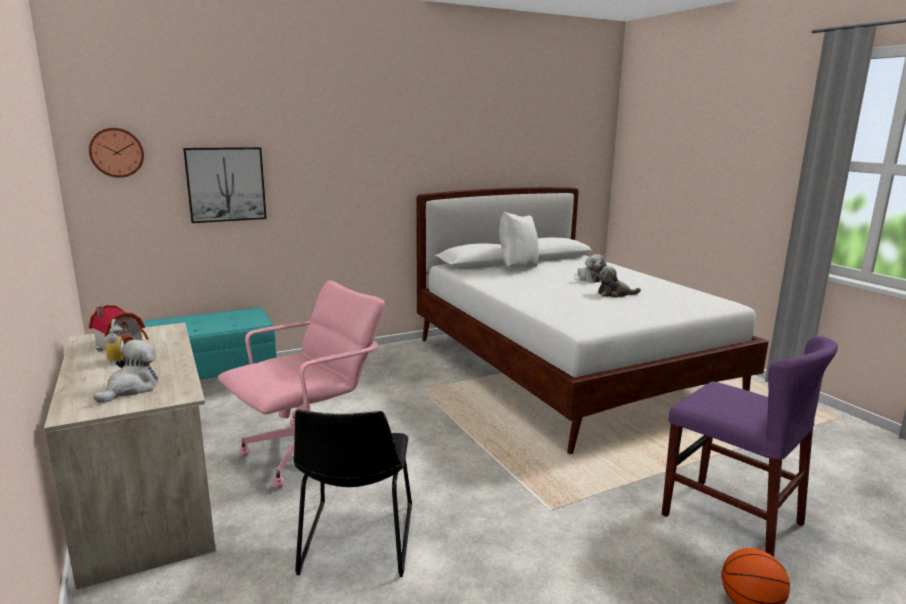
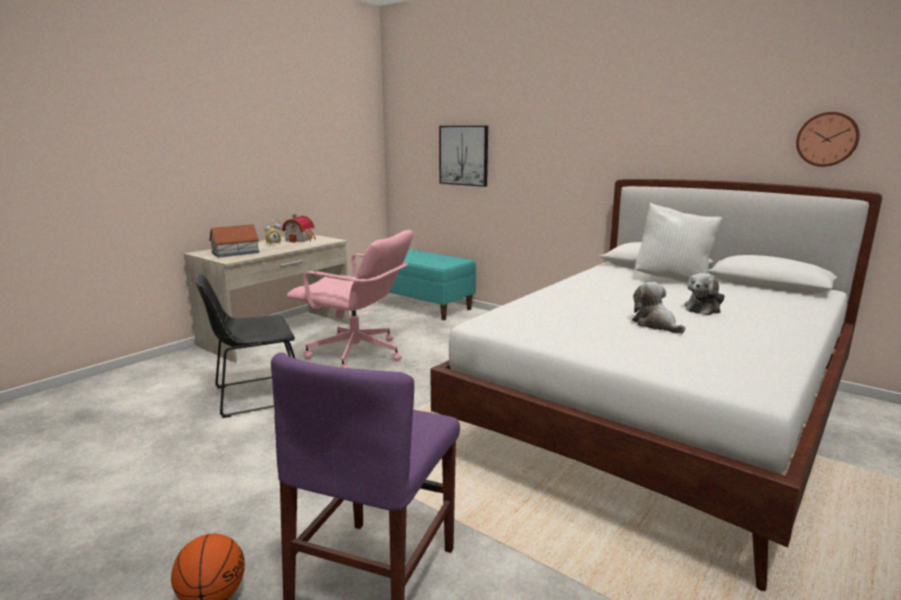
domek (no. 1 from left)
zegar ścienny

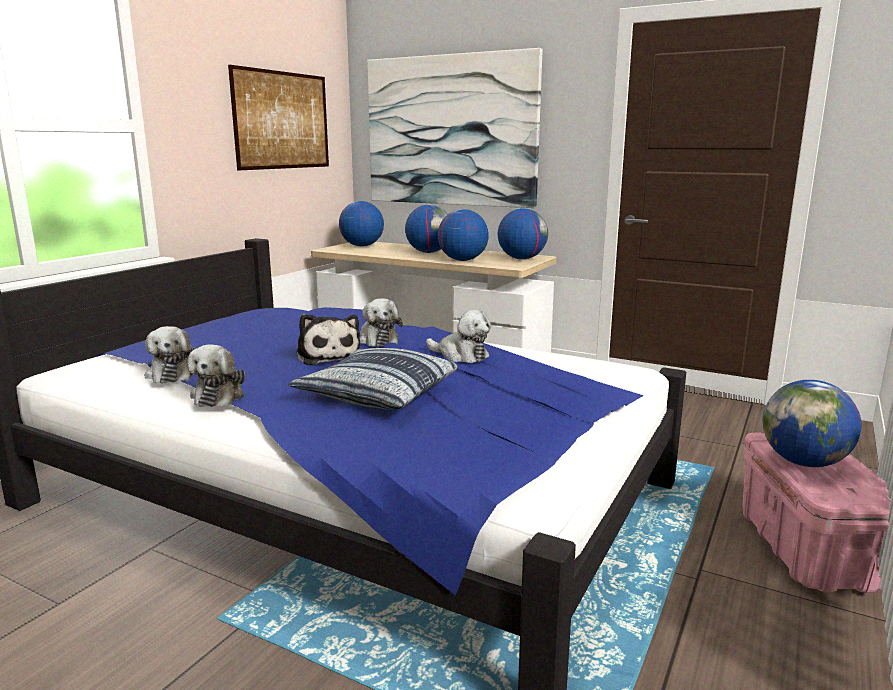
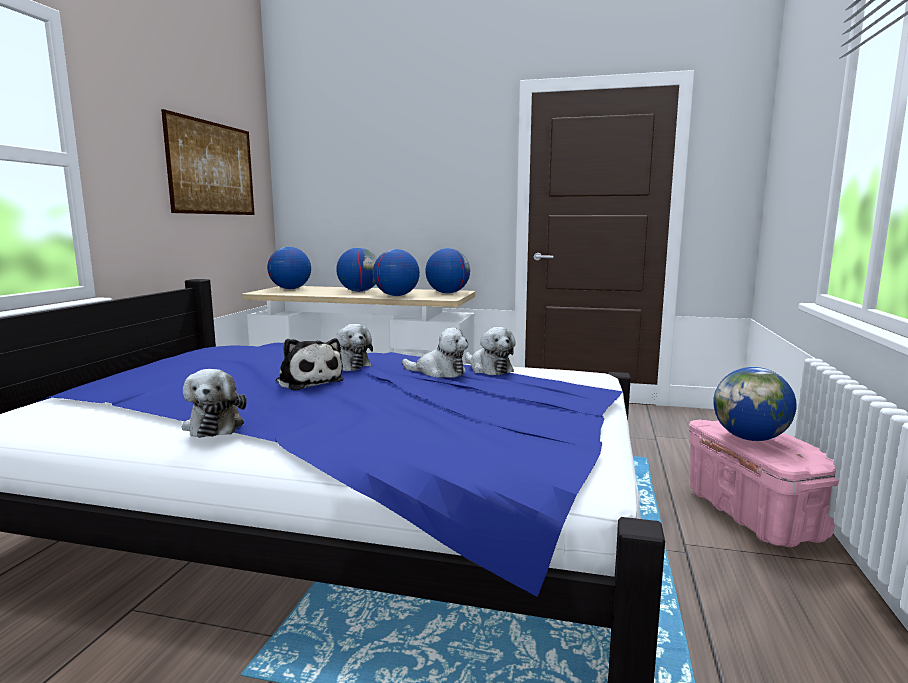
pluszak (no. 5 from left)
poduszka
obraz (no. 2 from left in the first image)

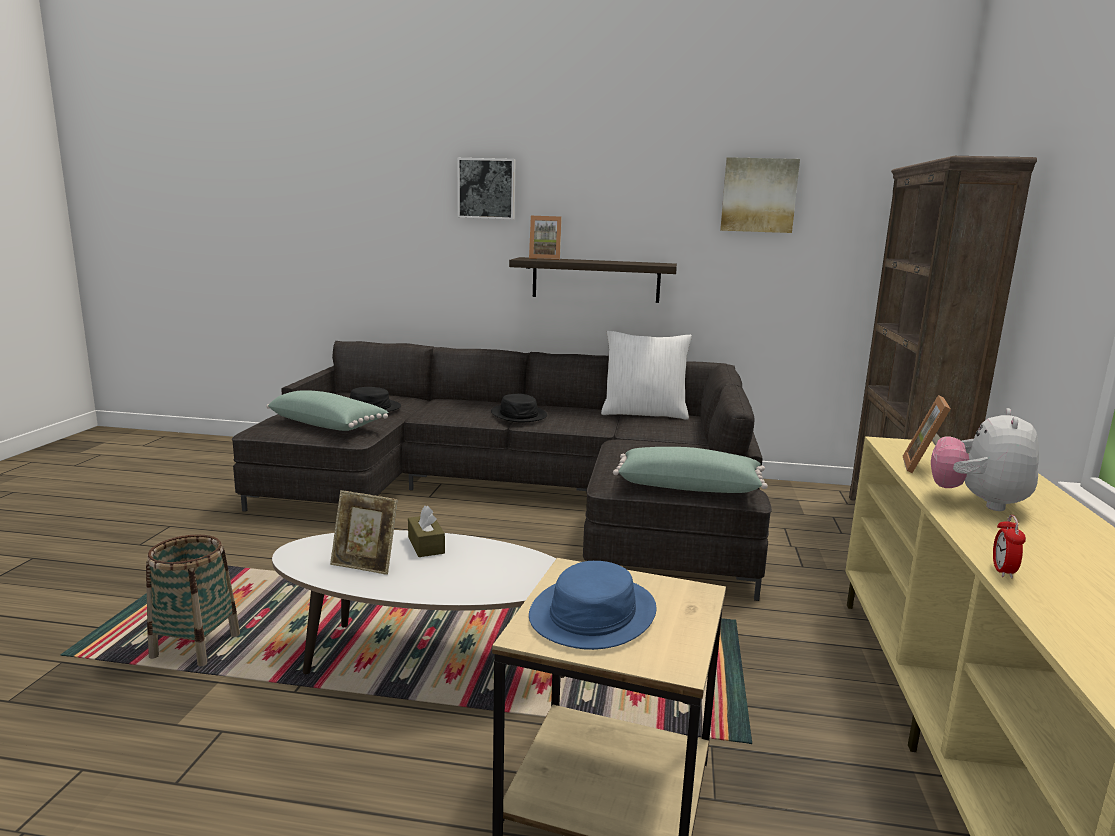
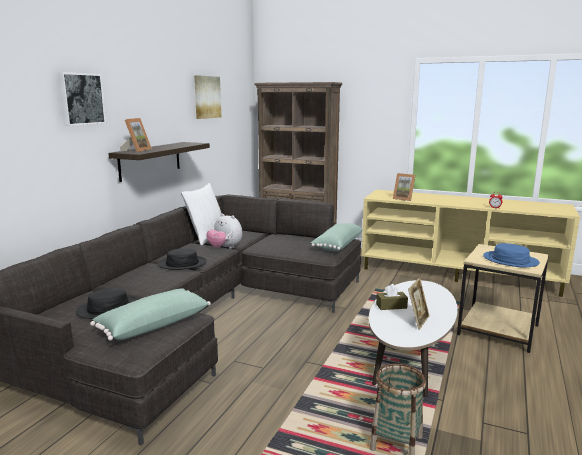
pluszak

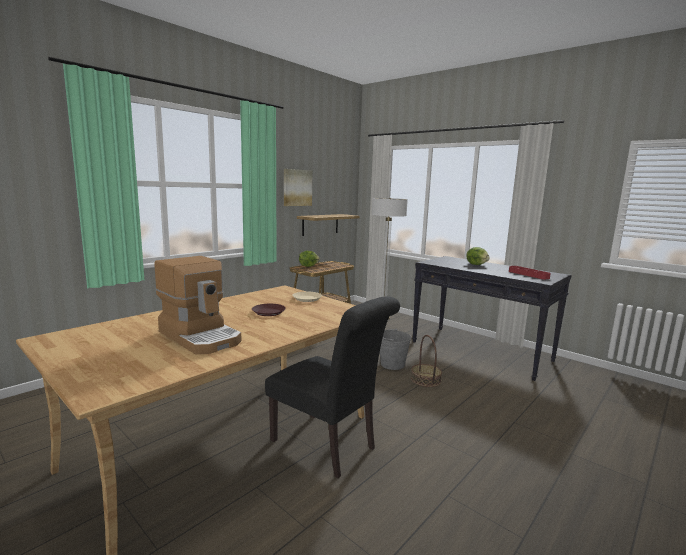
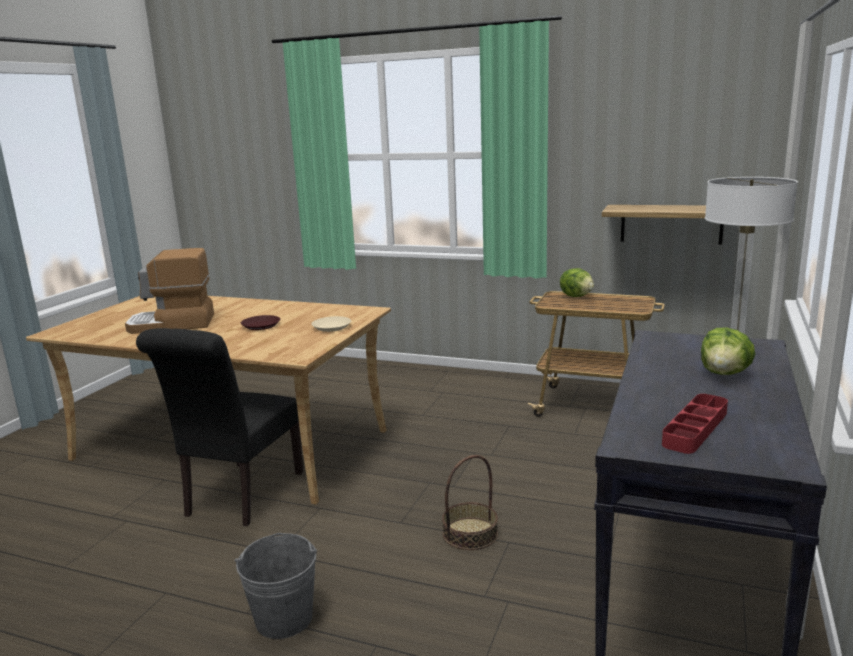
ekspres do kawy
wiadro (szary)
obraz

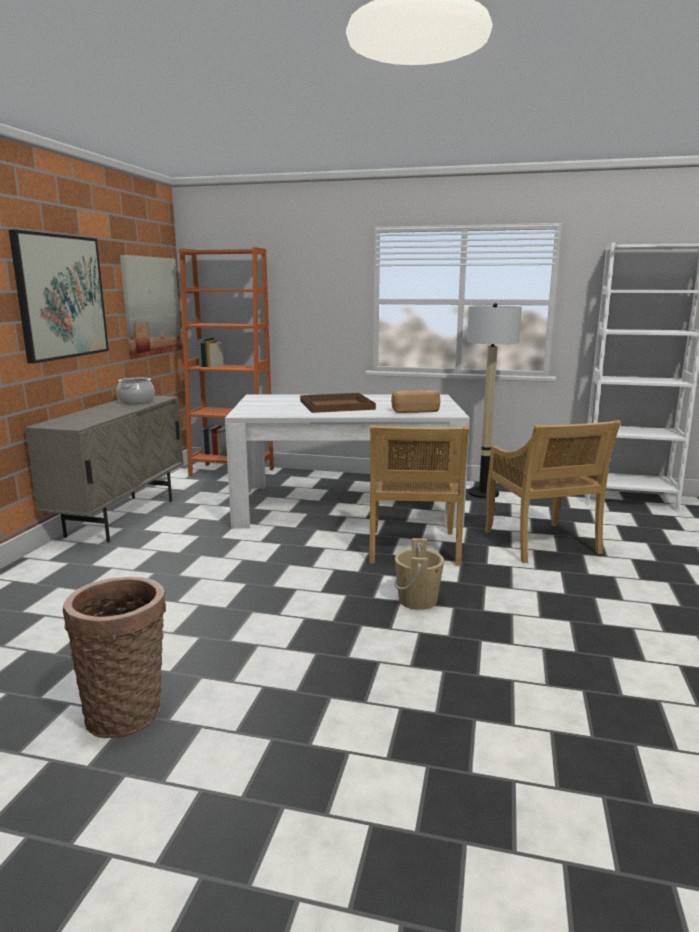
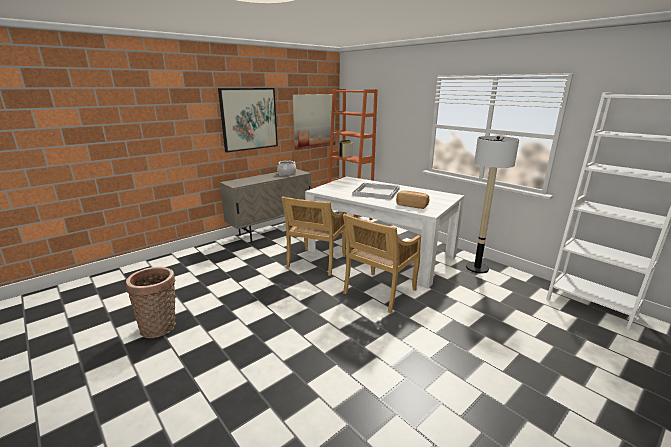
krzesło (beżowy) (no. 1 from left)
taca (biały)
wiadro (beżowy)

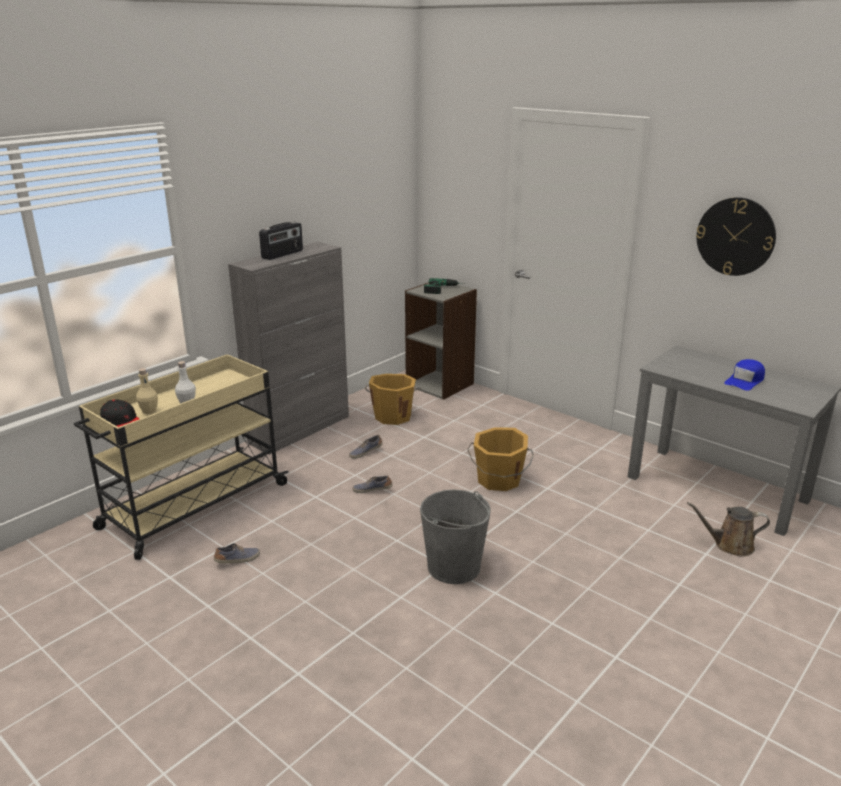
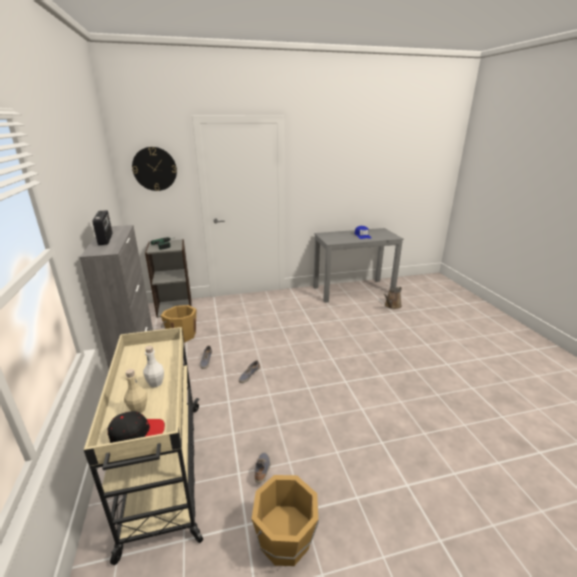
zegar ścienny
wiadro (pomarańczowy) (no. 2 from left)
wiadro (szary)

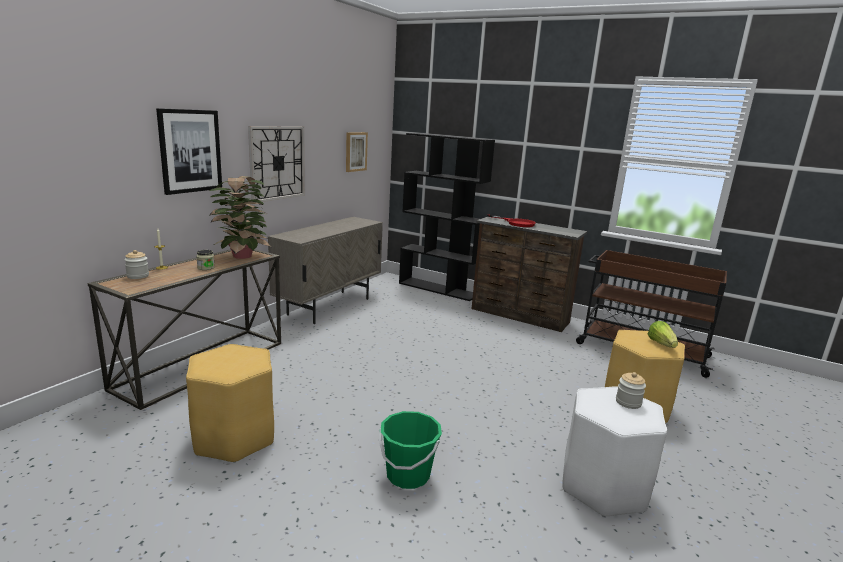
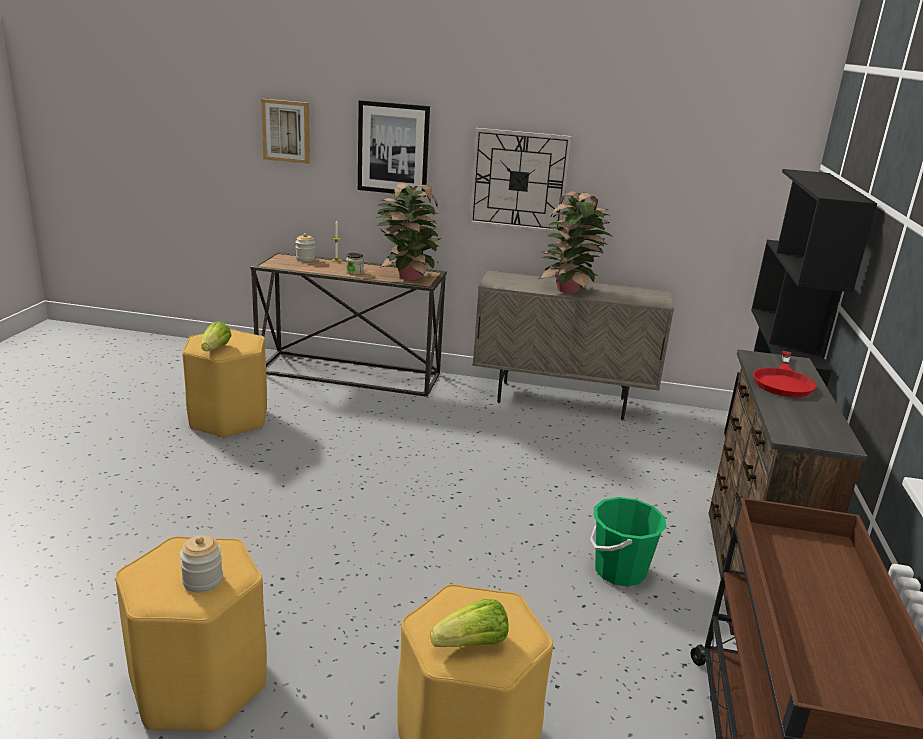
stołek (żółty) (no. 1 from left)
sałata (no. 1 from left)
obraz (no. 1 from left)
roślina doniczkowa (no. 2 from left)
wiadro (zielony)

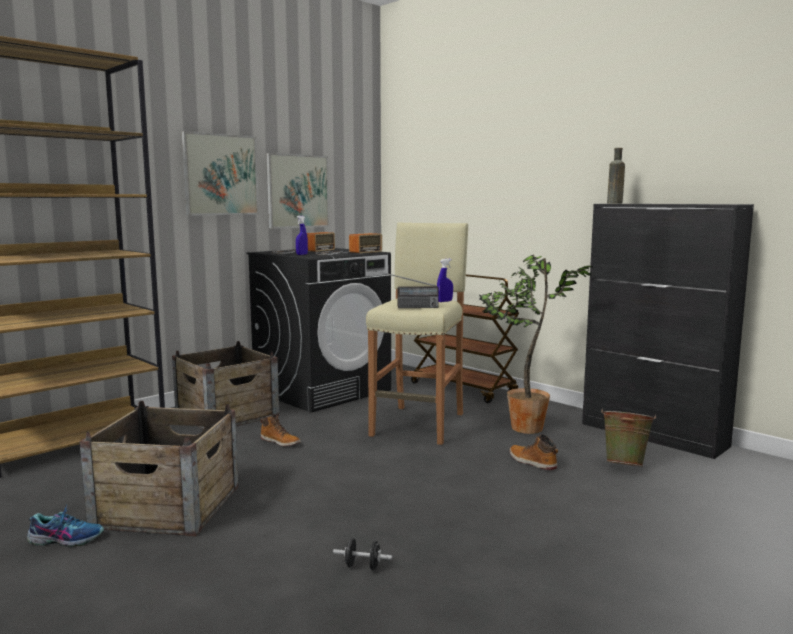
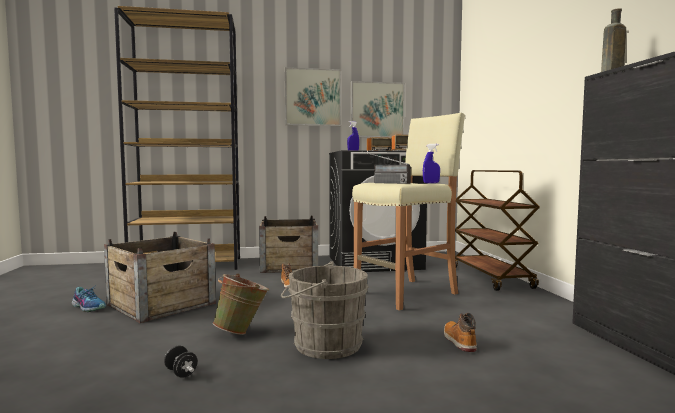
wiadro (zielony)
wiadro (szary)
roślina doniczkowa

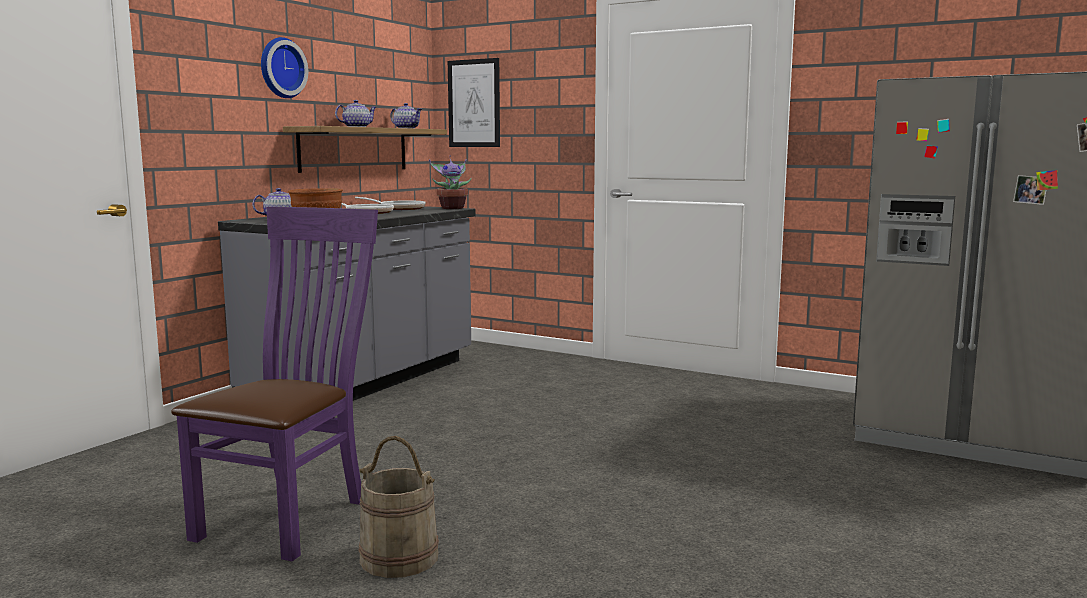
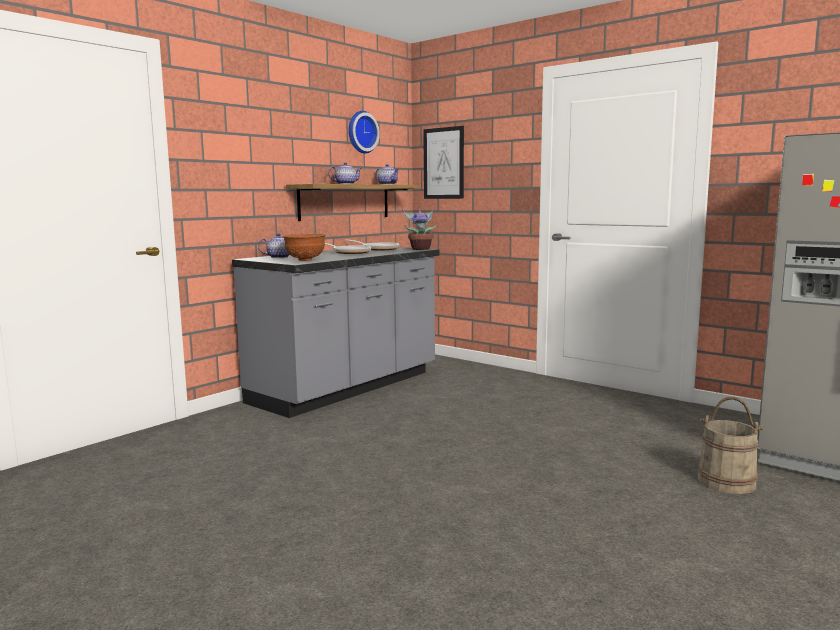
zegar ścienny
wiadro (beżowy)
krzesło (fioletowy)

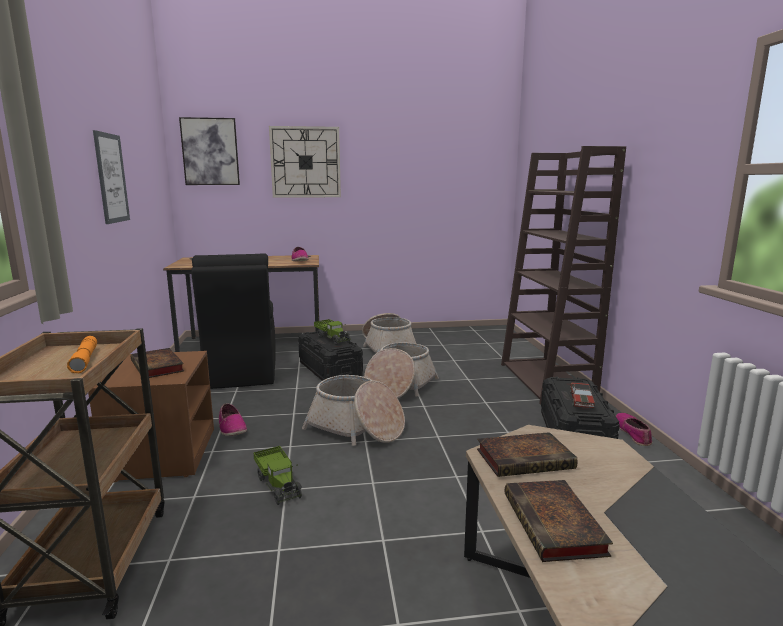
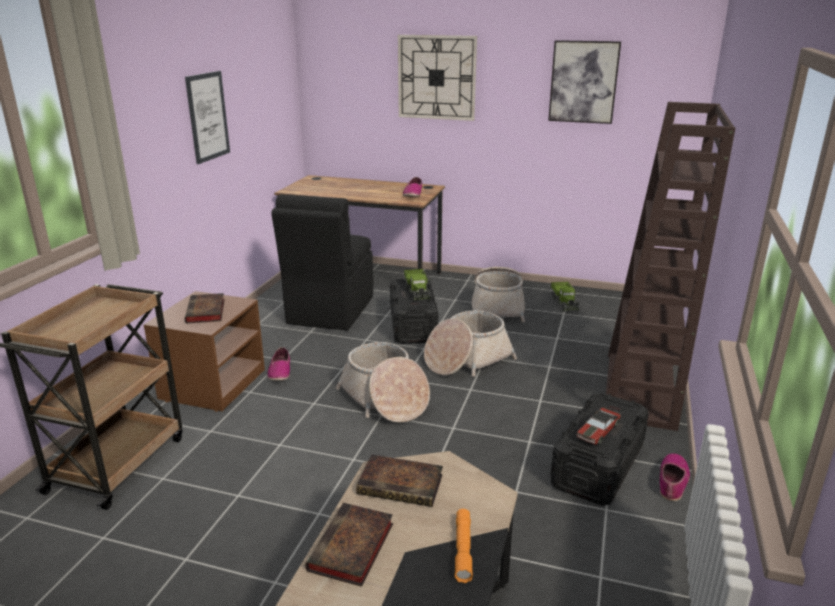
latarka (pomarańczowy)
obraz (no. 2 from left)
ciężarówka zabawkowa (no. 2 from left)

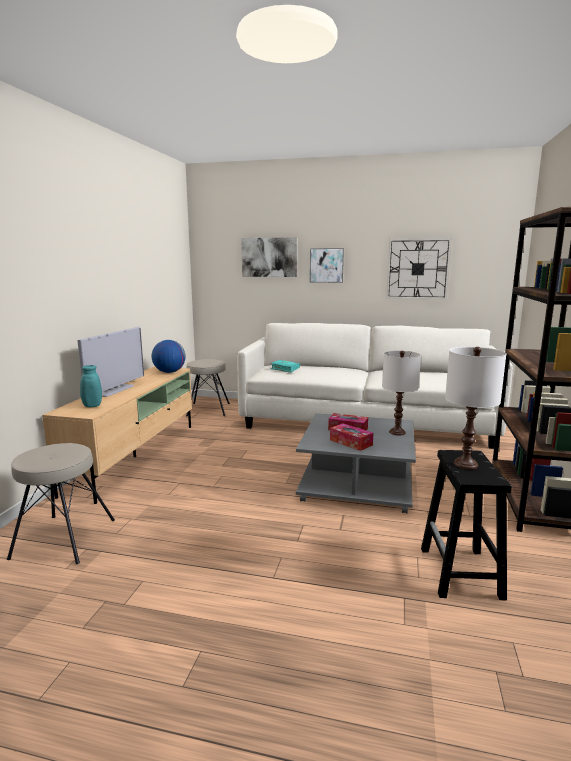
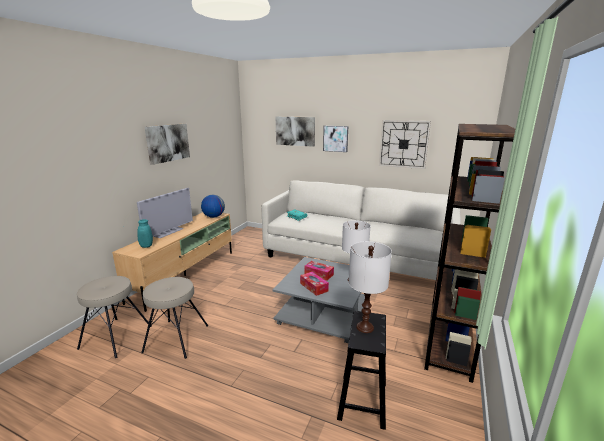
stołek (beżowy) (no. 2 from left)
obraz (no. 1 from left)

